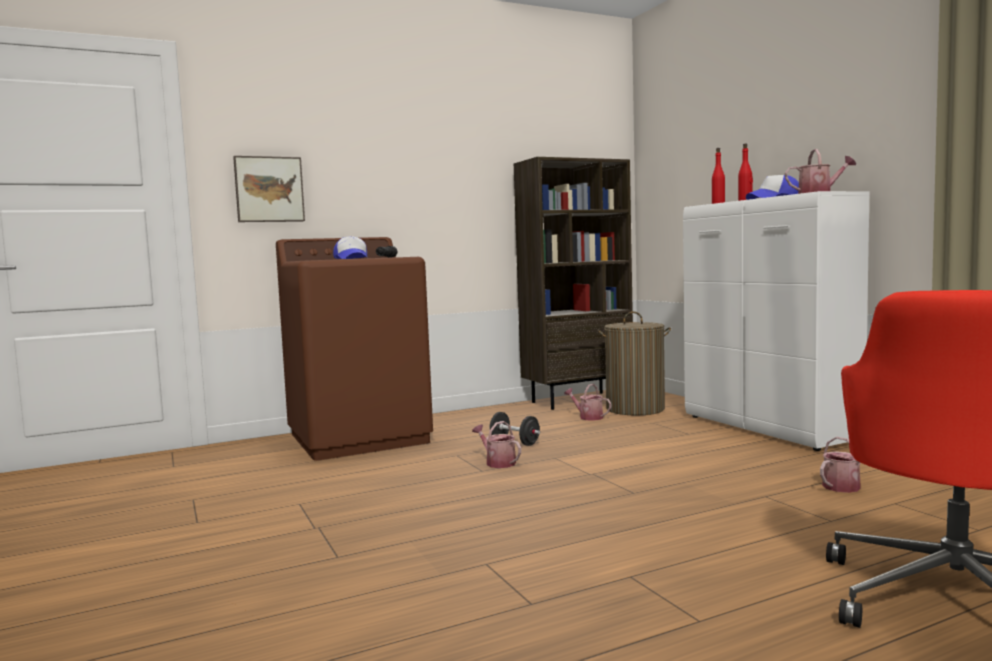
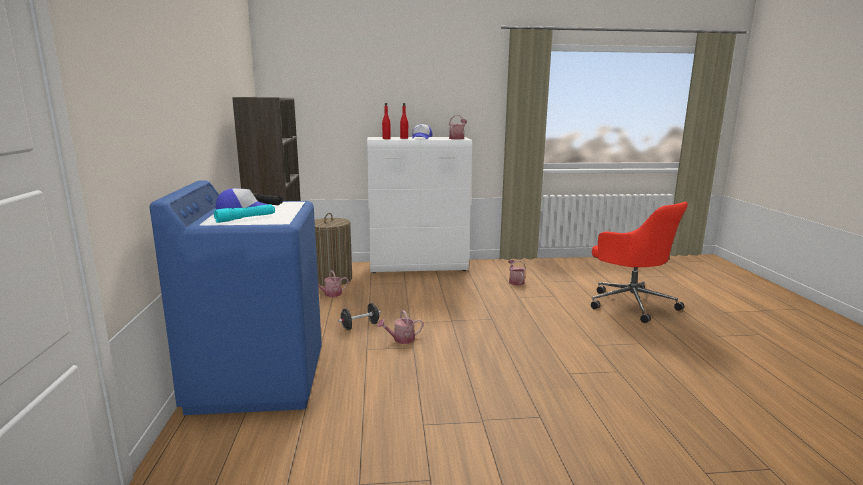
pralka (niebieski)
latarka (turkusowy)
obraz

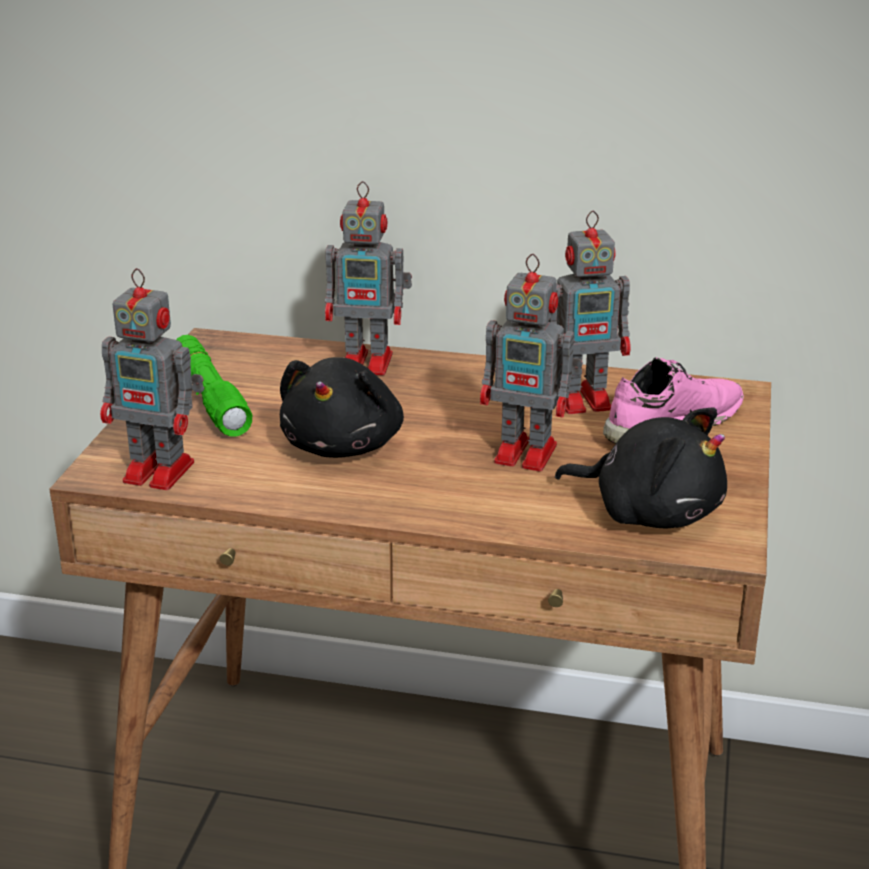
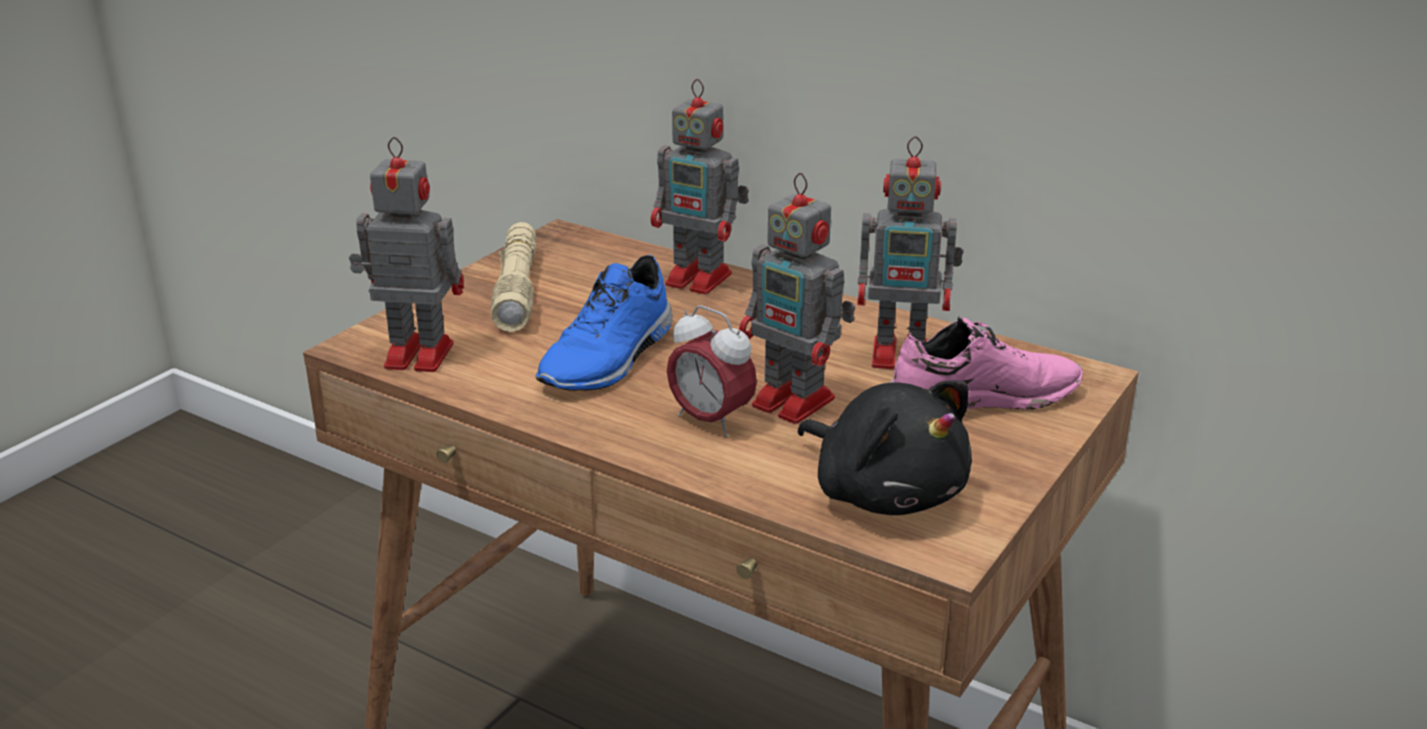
robot zabawkowy (no. 1 from left)
latarka (beżowy)
but (niebieski)
budzik

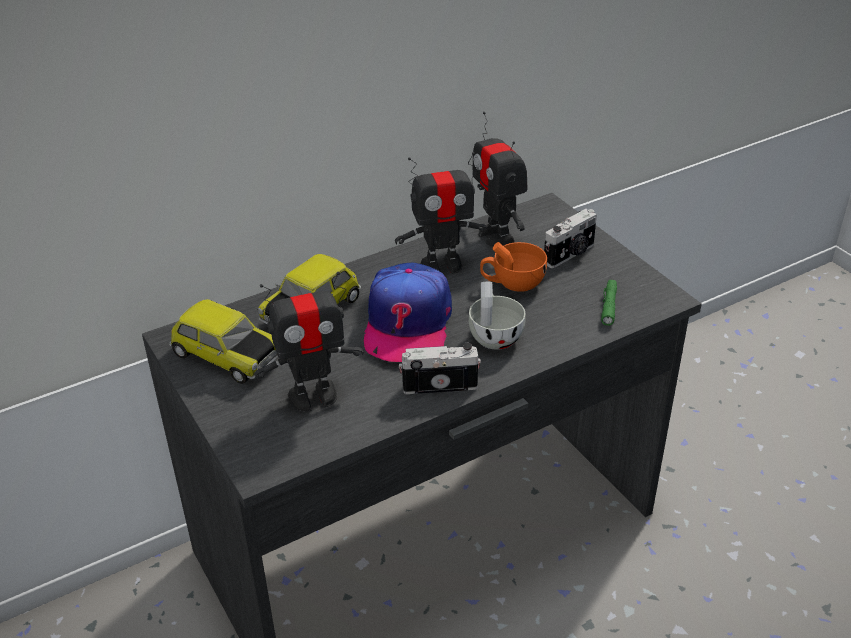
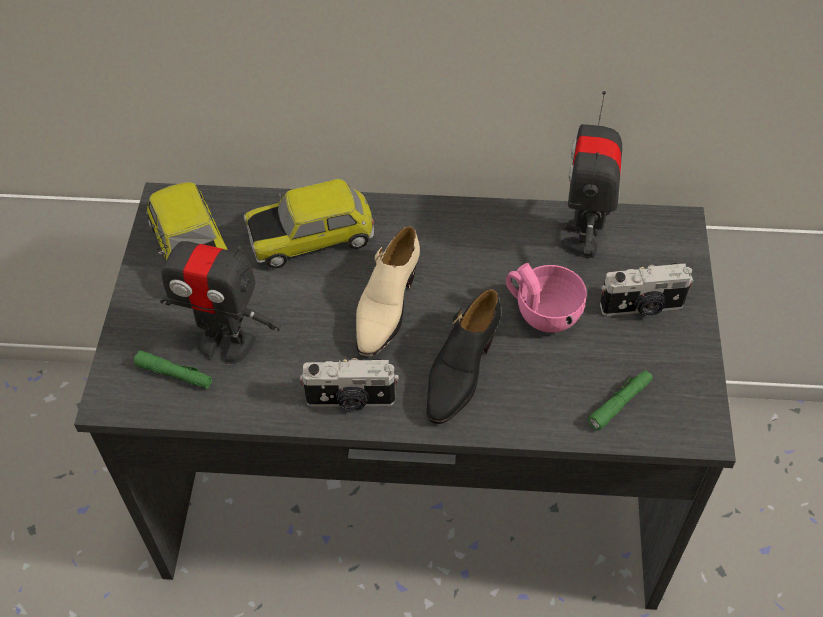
latarka (zielony) (no. 1 from left)
aparat fotograficzny (no. 1 from left)
but (beżowy)
but (czarny)
filiżanka (różowy)
robot zabawkowy (no. 2 from left in the first image)

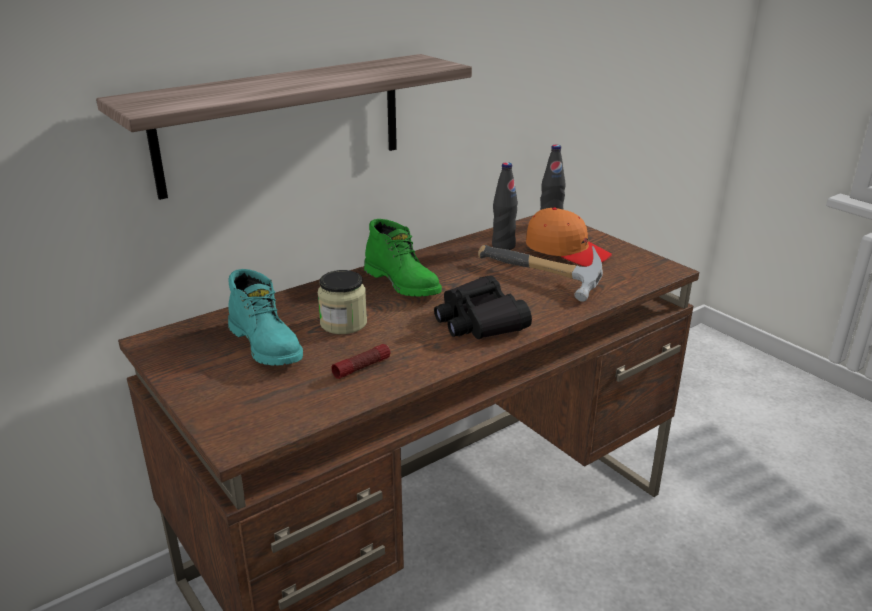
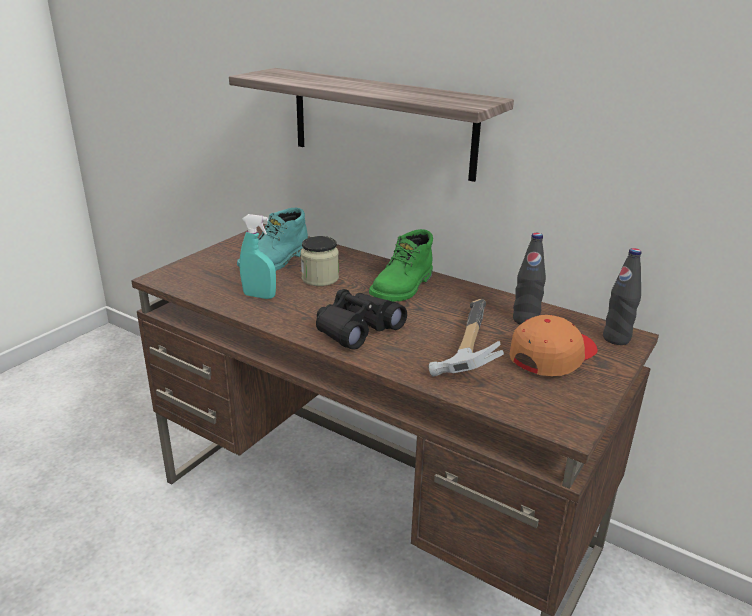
spryskiwacz (turkusowy)
czapka z daszkiem (pomarańczowy)

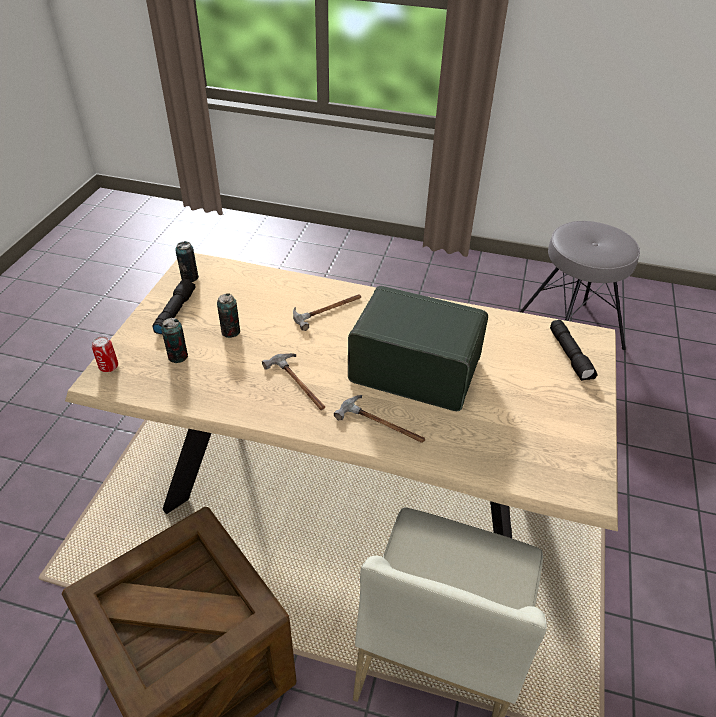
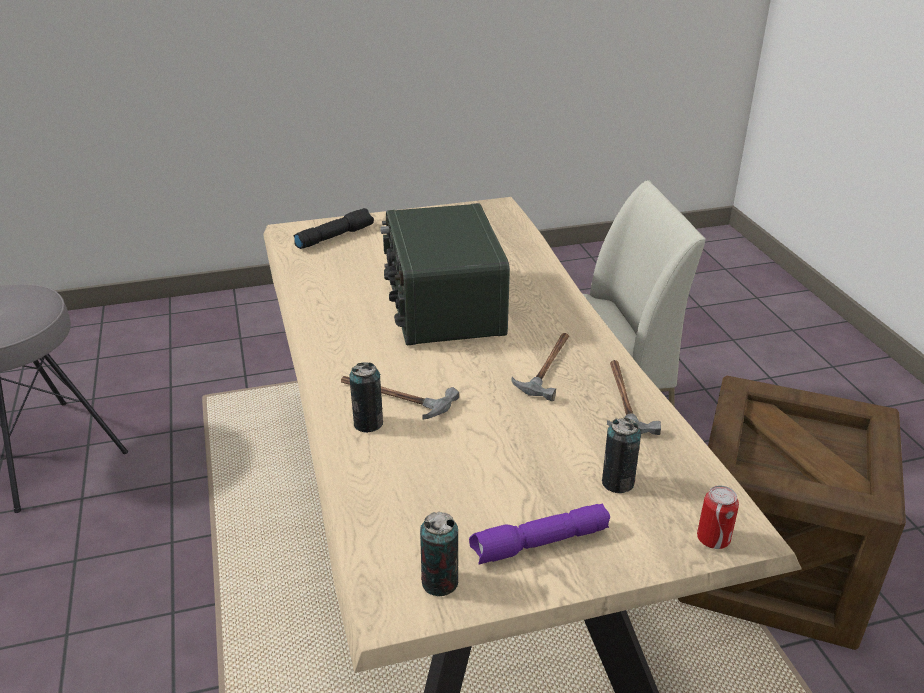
puszka (no. 1 from left)
latarka (fioletowy)
młotek (no. 3 from left)

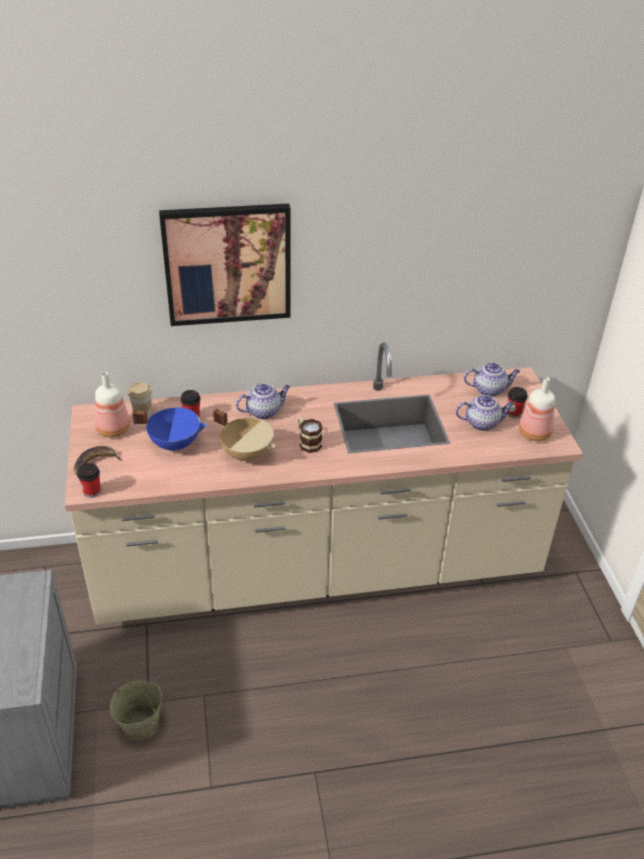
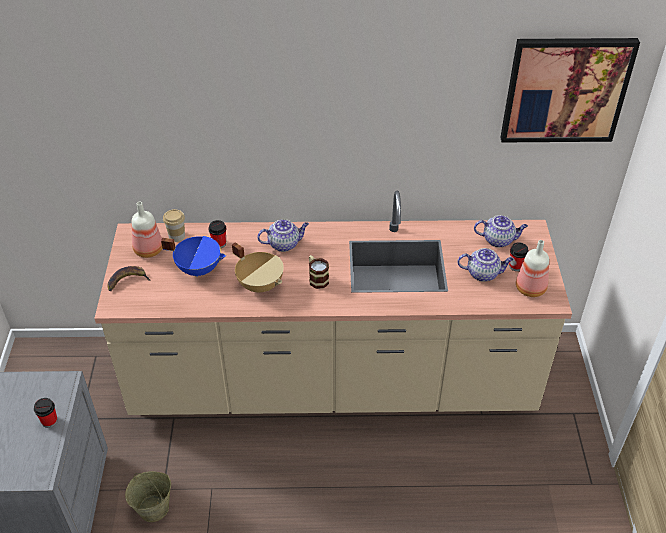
filiżanka (no. 1 from left)
obraz

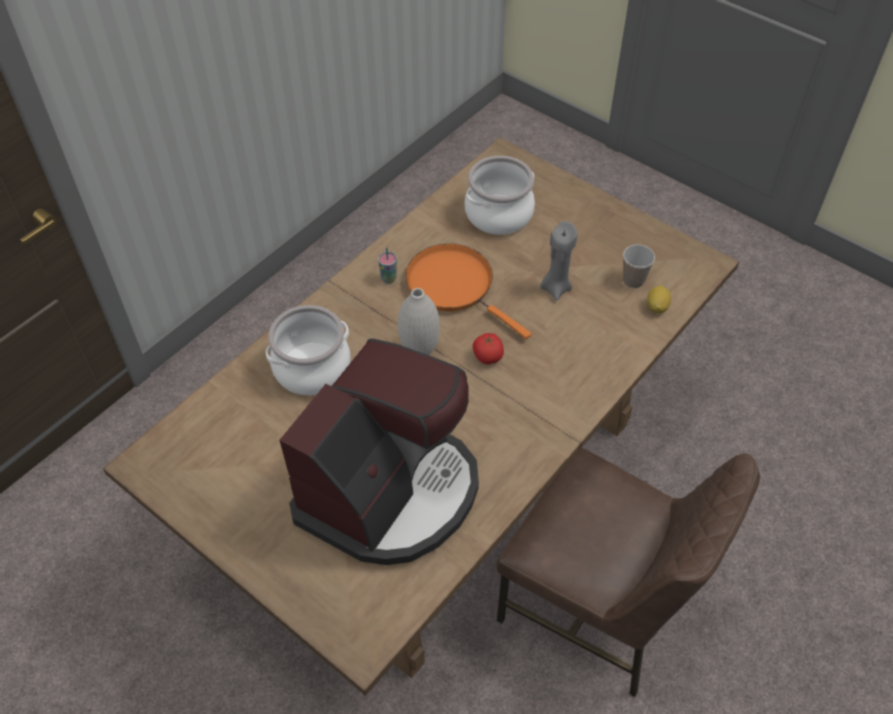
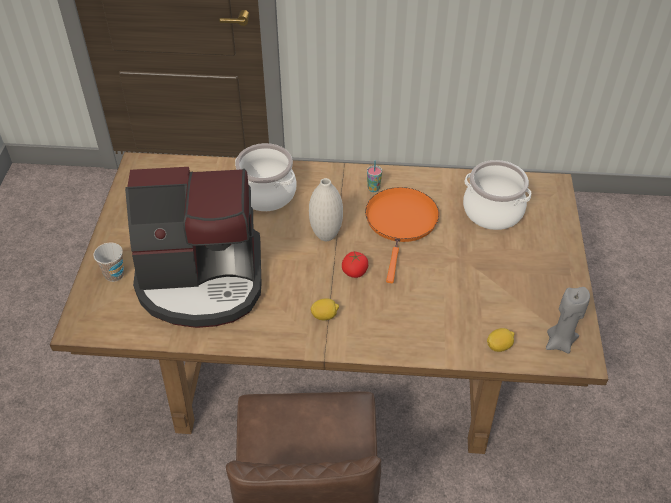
filiżanka (no. 1 from left)
cytryna (no. 1 from left)
świeca (szary)

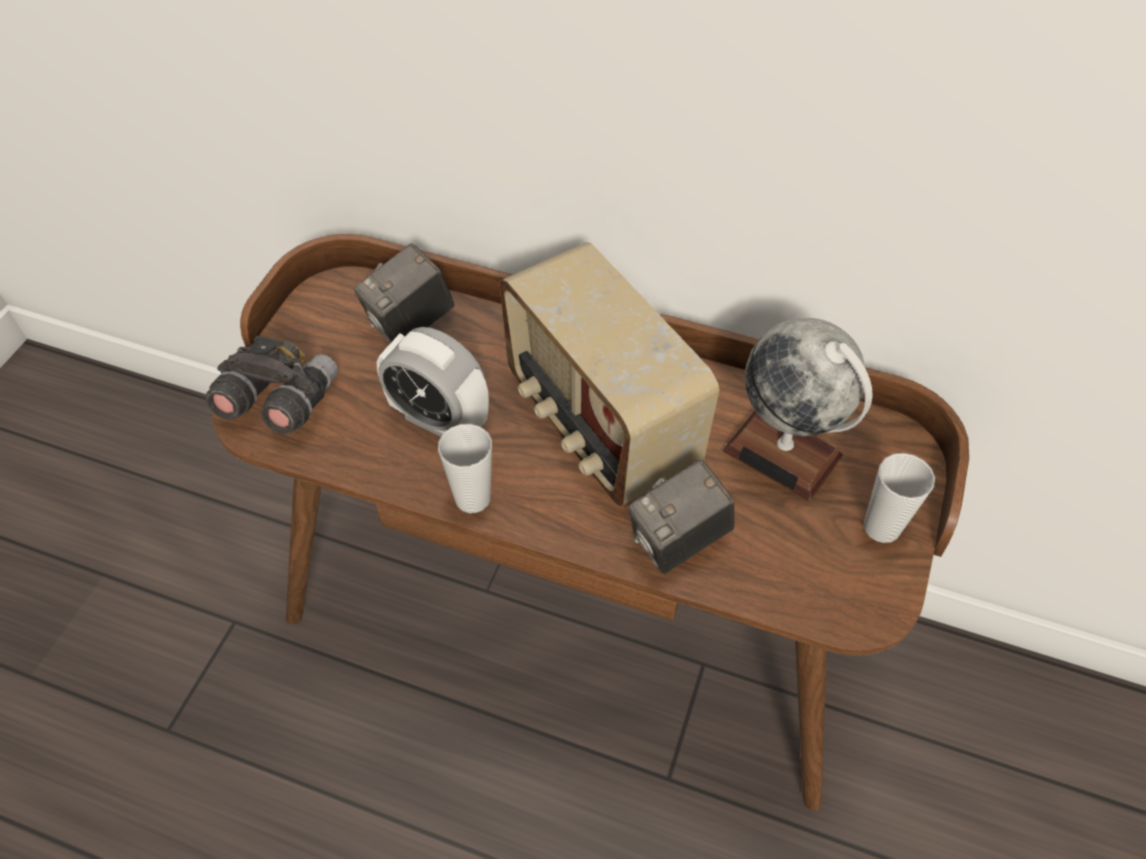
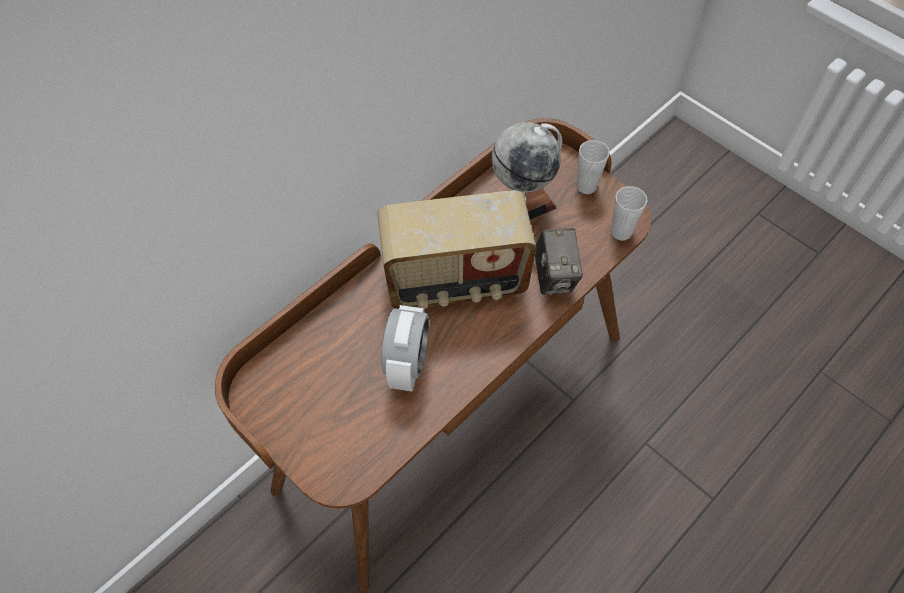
budzik
filiżanka (no. 2 from left)
lornetka (szary)
aparat fotograficzny (no. 1 from left in the first image)

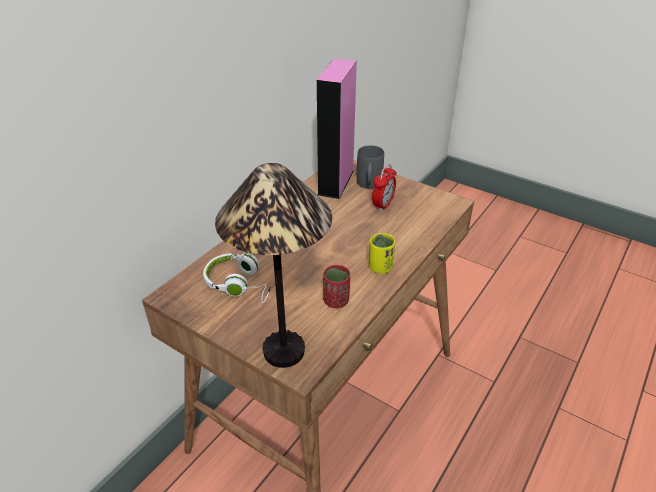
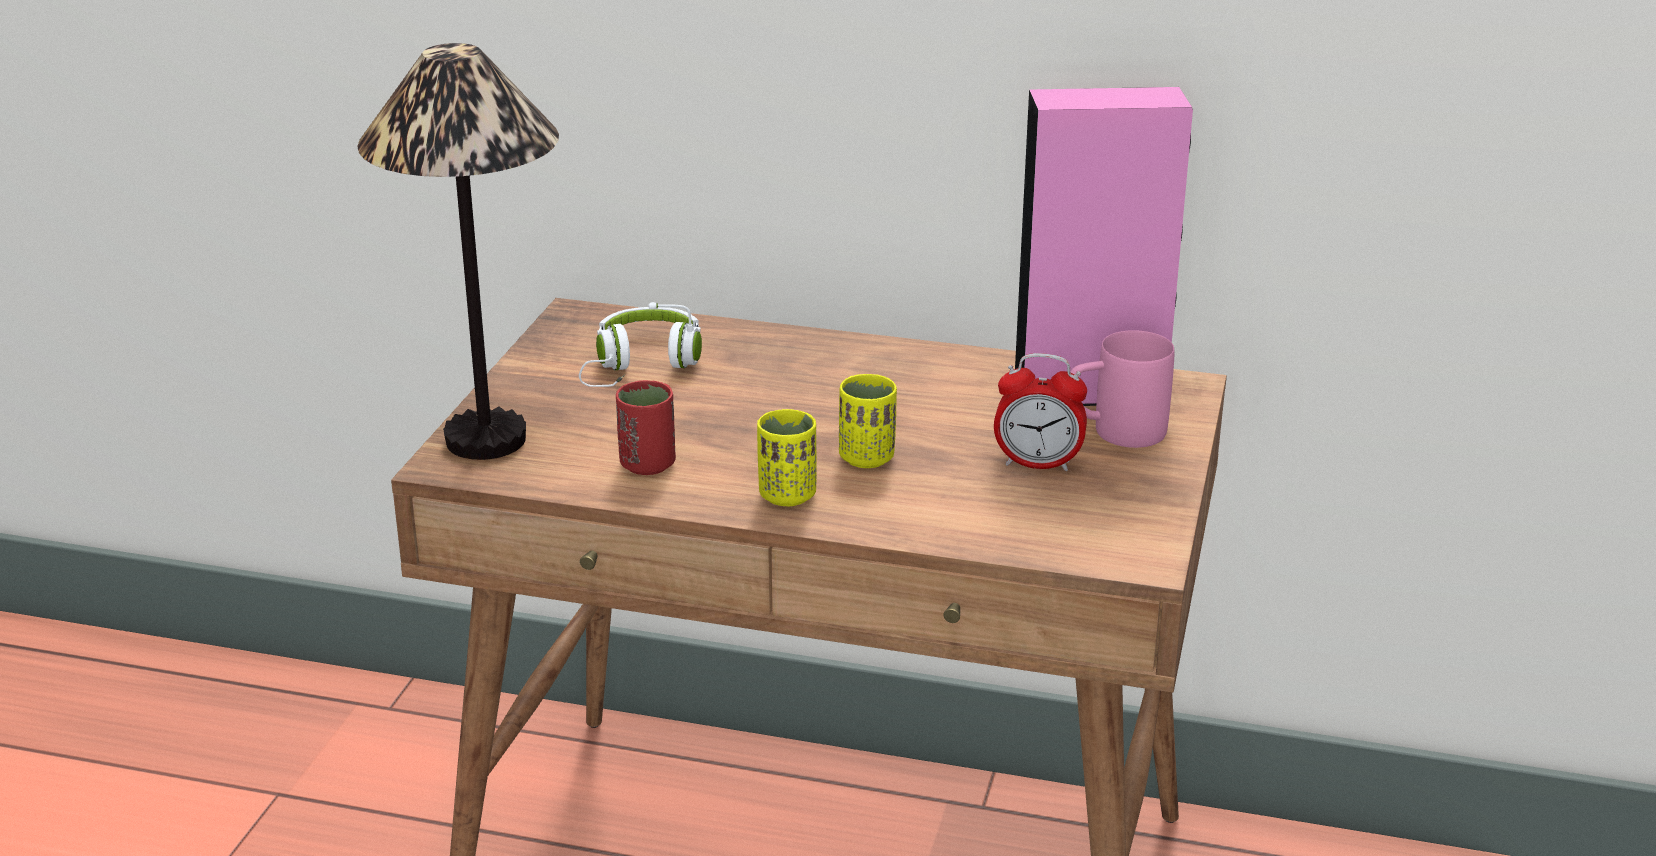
filiżanka (żółty) (no. 2 from left)
kubek (różowy)

